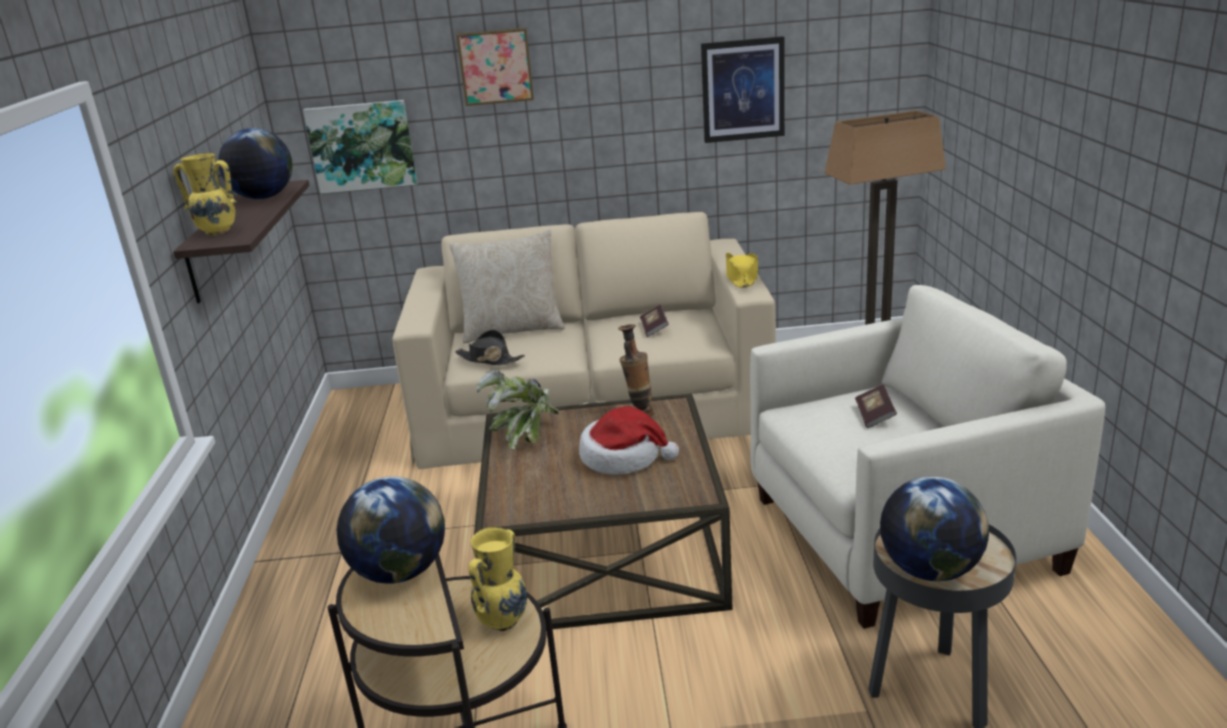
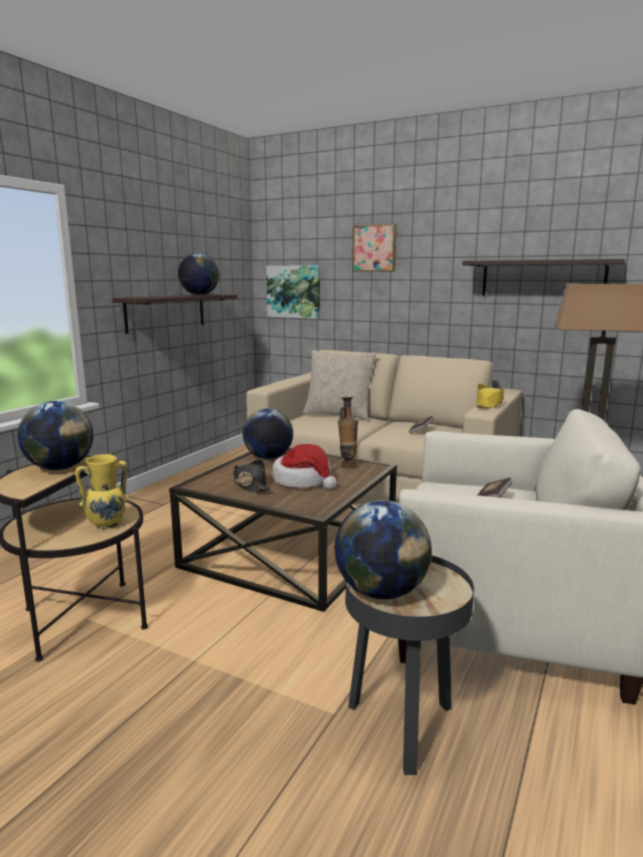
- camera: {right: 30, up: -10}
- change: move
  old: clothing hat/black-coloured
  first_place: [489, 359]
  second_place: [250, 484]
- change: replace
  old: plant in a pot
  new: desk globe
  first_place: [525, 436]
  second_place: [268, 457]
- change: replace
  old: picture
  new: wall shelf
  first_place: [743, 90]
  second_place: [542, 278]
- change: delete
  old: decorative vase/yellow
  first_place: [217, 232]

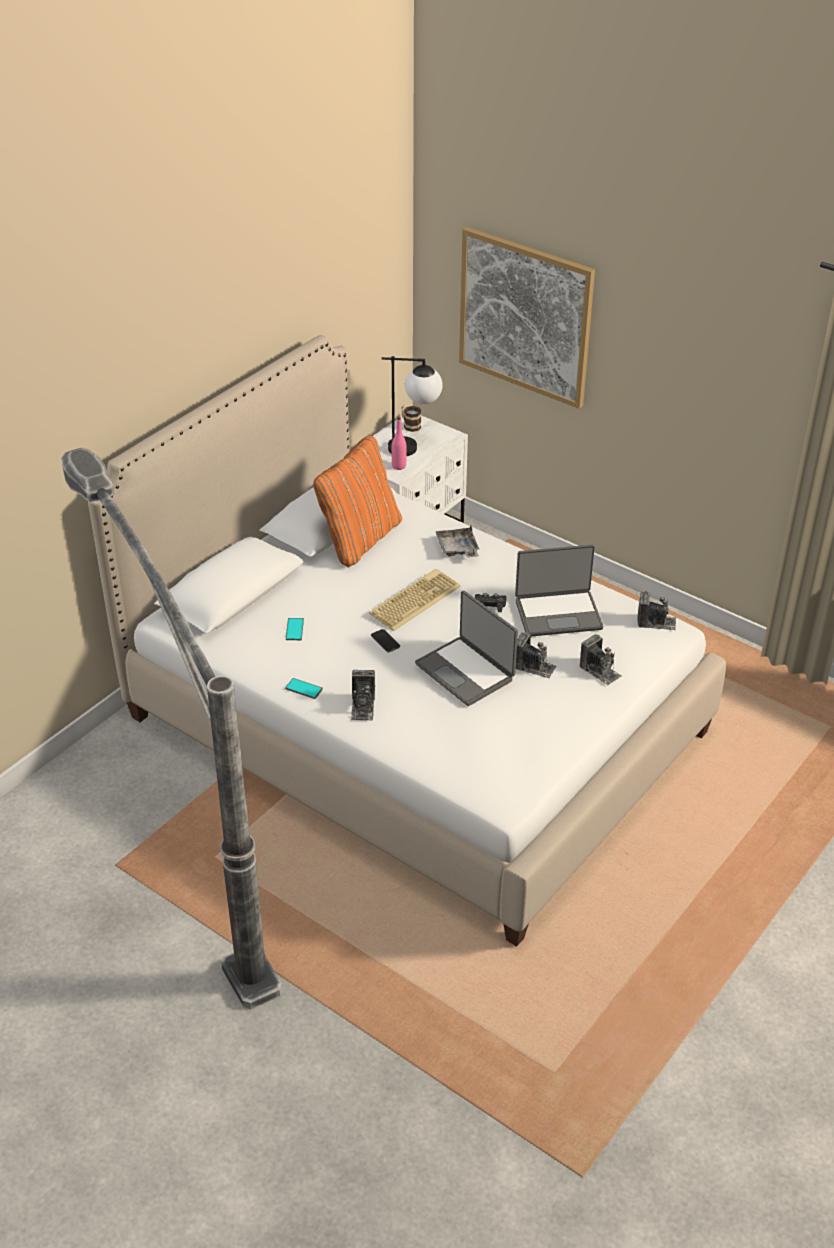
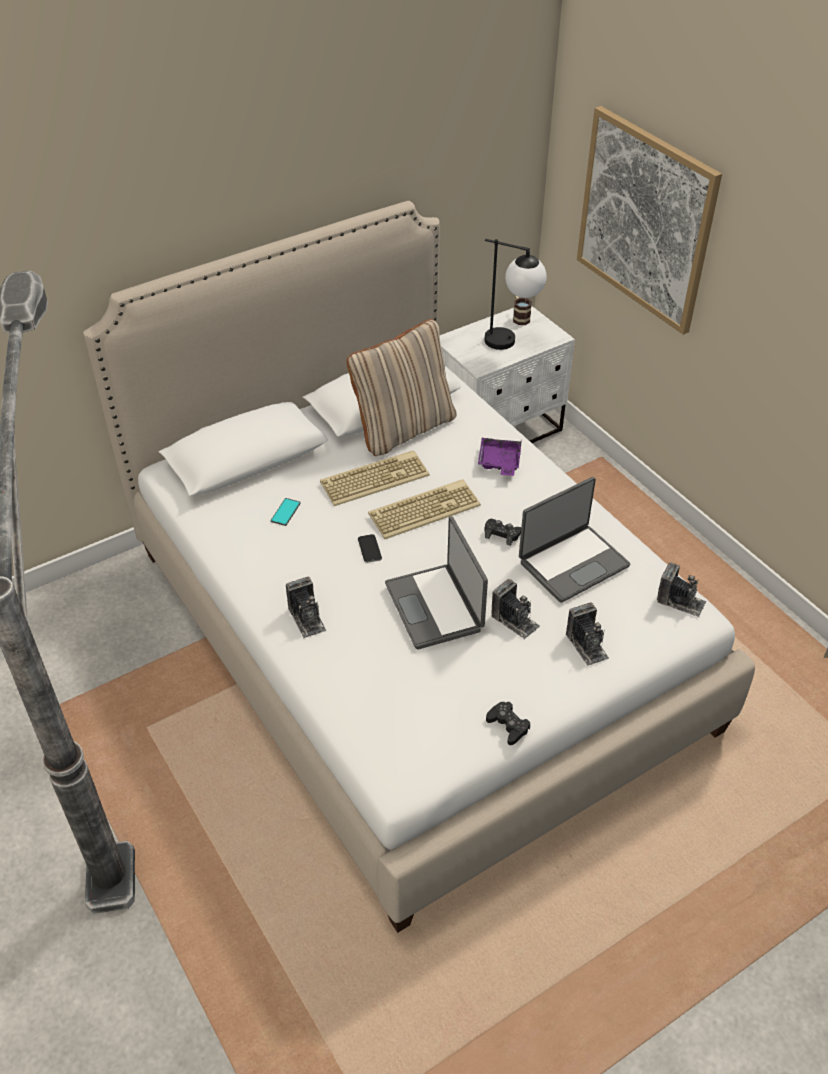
- camera: {right: 20, up: 5}
- change: rotate
  old: photo camera
  first_place: [363, 706]
  second_place: [307, 619]
  degrees: -45
- change: insert
  new: computer keyboard
  second_place: [375, 478]
- change: recolor
  old: pillow/orange-coloured
  new: pillow/beige-coloured
  first_place: [359, 539]
  second_place: [403, 428]
- change: recolor
  old: serving tray/grey
  new: serving tray/purplish
  first_place: [458, 549]
  second_place: [499, 462]
- change: insert
  new: gamepad/black-coloured
  second_place: [508, 726]
- change: rotate
  old: notebook computer
  first_place: [558, 613]
  second_place: [572, 563]
  degrees: -45
- change: delete
  old: telephone
  first_place: [304, 689]
- change: delete
  old: bottle/pink
  first_place: [399, 466]

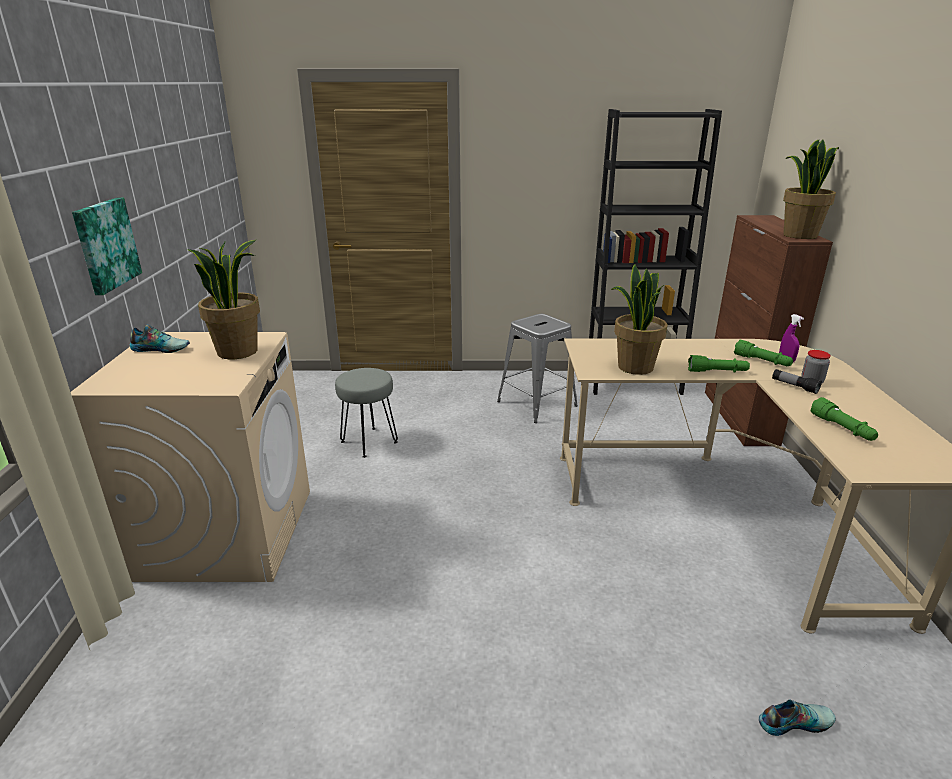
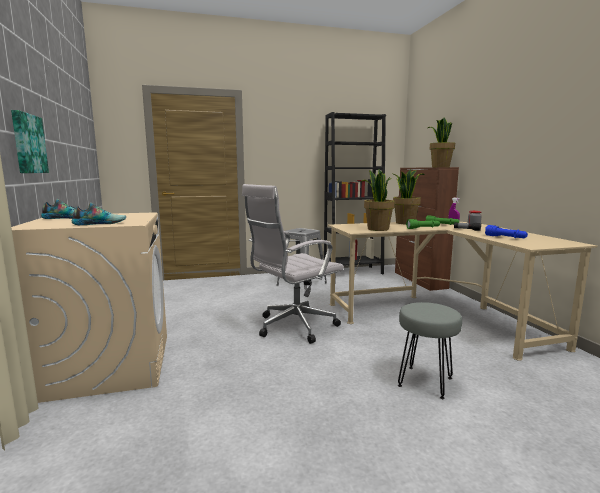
- camera: {right: -15, up: -15}
- change: move
  old: low shoe
  first_place: [793, 721]
  second_place: [100, 223]
- change: insert
  new: computer chair/whitish
  second_place: [293, 327]
- change: move
  old: plant in a pot
  first_place: [238, 351]
  second_place: [405, 223]
- change: move
  old: stool/grey
  first_place: [369, 441]
  second_place: [425, 381]
- change: recolor
  old: hand torch/green-coloured
  new: hand torch/blue-coloured
  first_place: [842, 428]
  second_place: [505, 238]

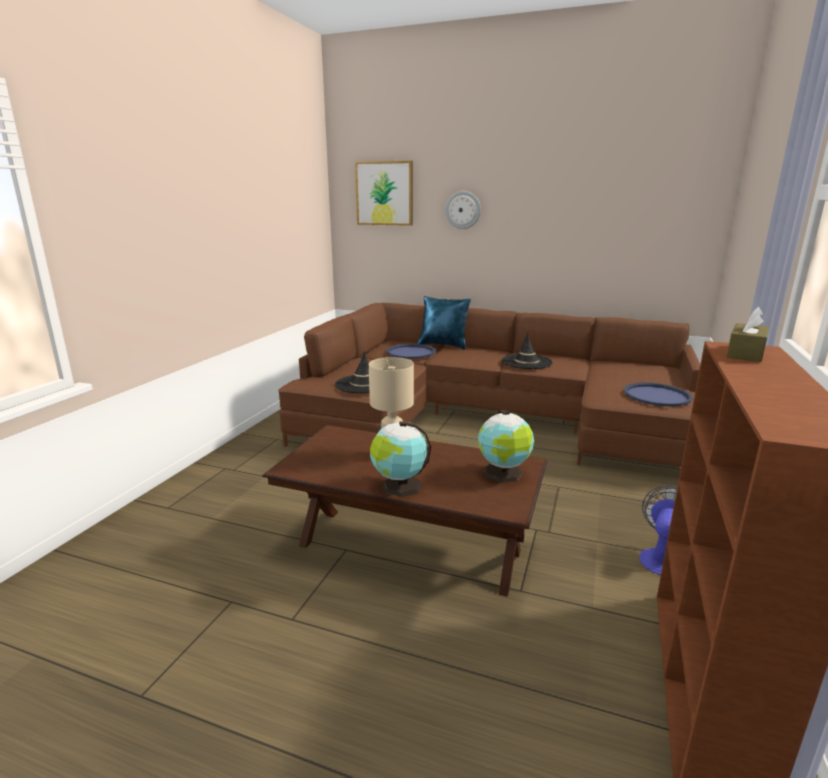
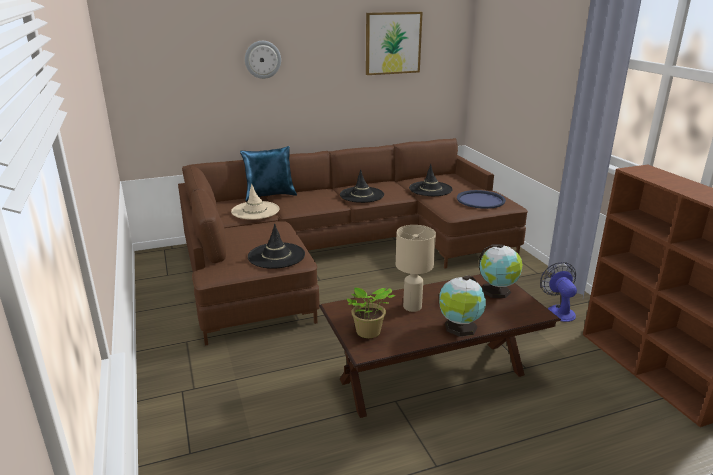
- camera: {right: -40, up: 5}
- change: replace
  old: serving tray/blue-coloured
  new: clothing hat/beige-coloured
  first_place: [410, 352]
  second_place: [255, 211]
- change: insert
  new: plant in a pot
  second_place: [368, 333]
- change: move
  old: picture
  first_place: [384, 193]
  second_place: [393, 43]
- change: insert
  new: clothing hat/black-coloured
  second_place: [430, 189]
- change: delete
  old: box of tissues/brown-coloured
  first_place: [745, 353]

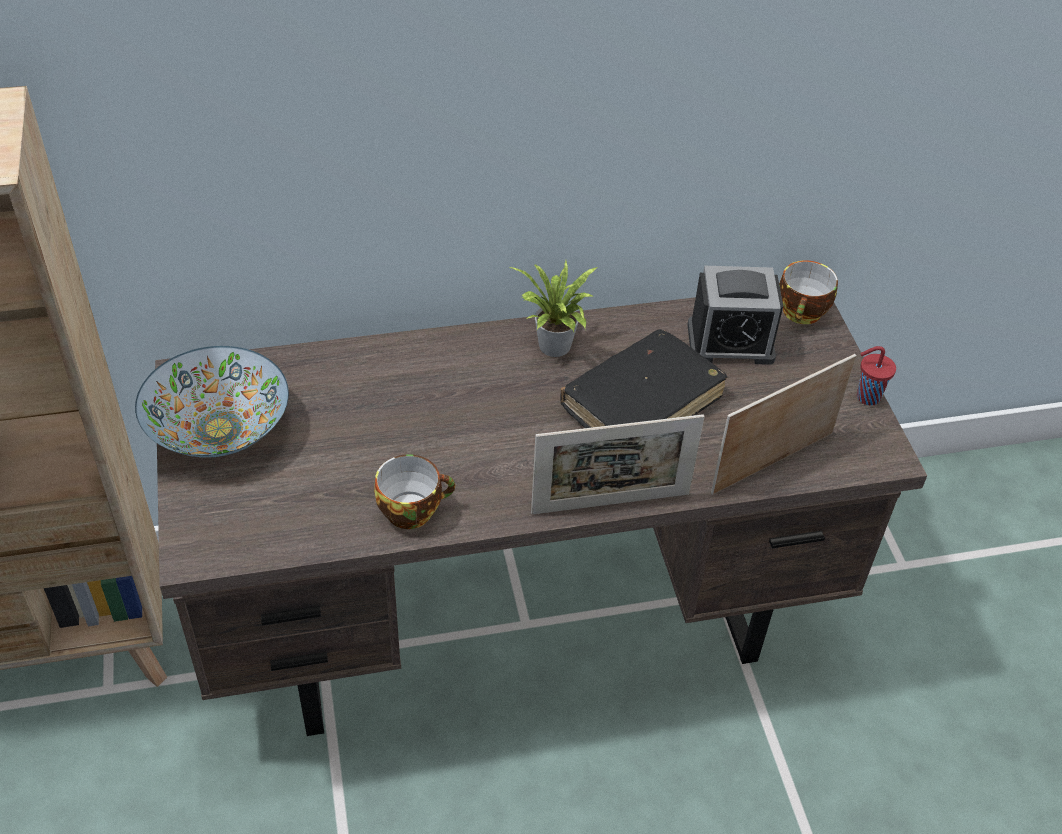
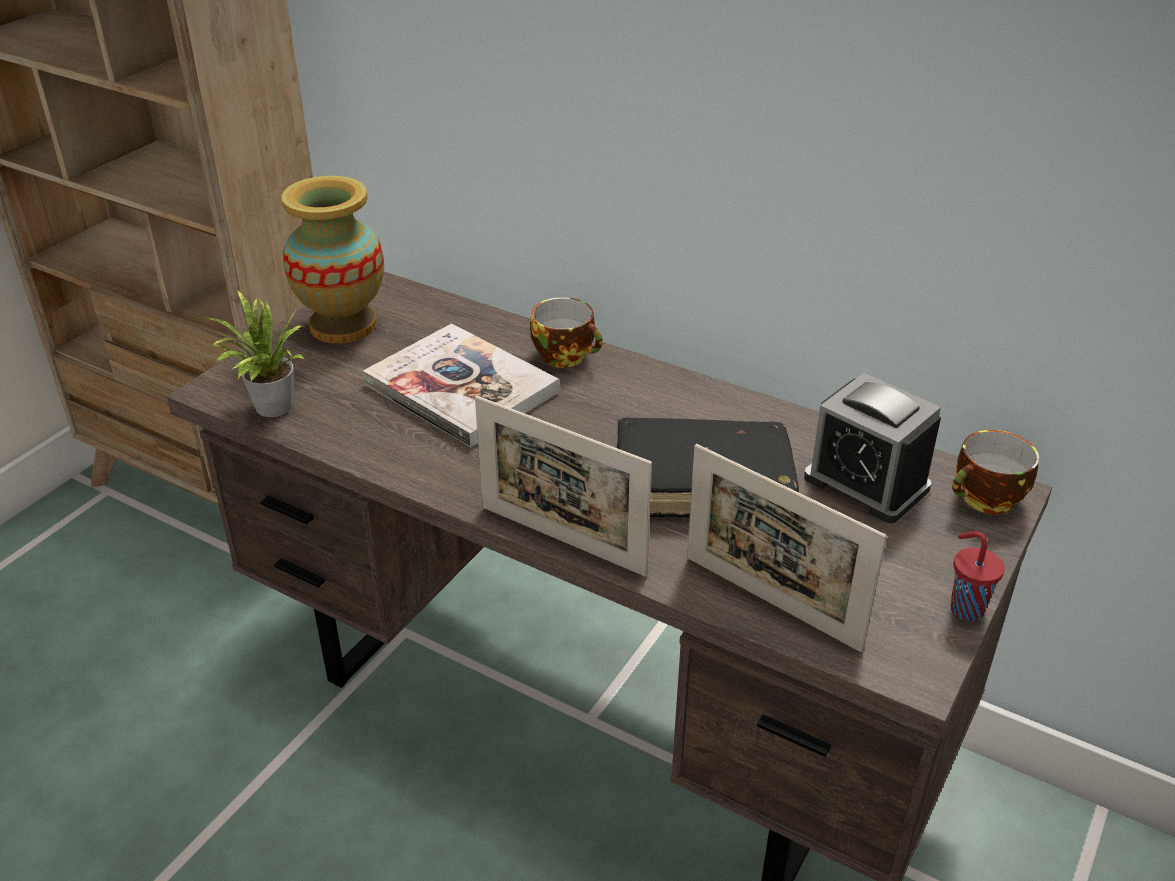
- camera: {right: 45, up: -10}
- change: move
  old: plant in a pot
  first_place: [554, 349]
  second_place: [269, 408]
- change: replace
  old: deep dish
  new: decorative vase
  first_place: [219, 429]
  second_place: [343, 326]
- change: insert
  new: book
  second_place: [461, 388]
- change: move
  old: small cup
  first_place: [412, 509]
  second_place: [567, 356]
- change: rotate
  old: picture frame
  first_place: [772, 462]
  second_place: [771, 602]
  degrees: -150

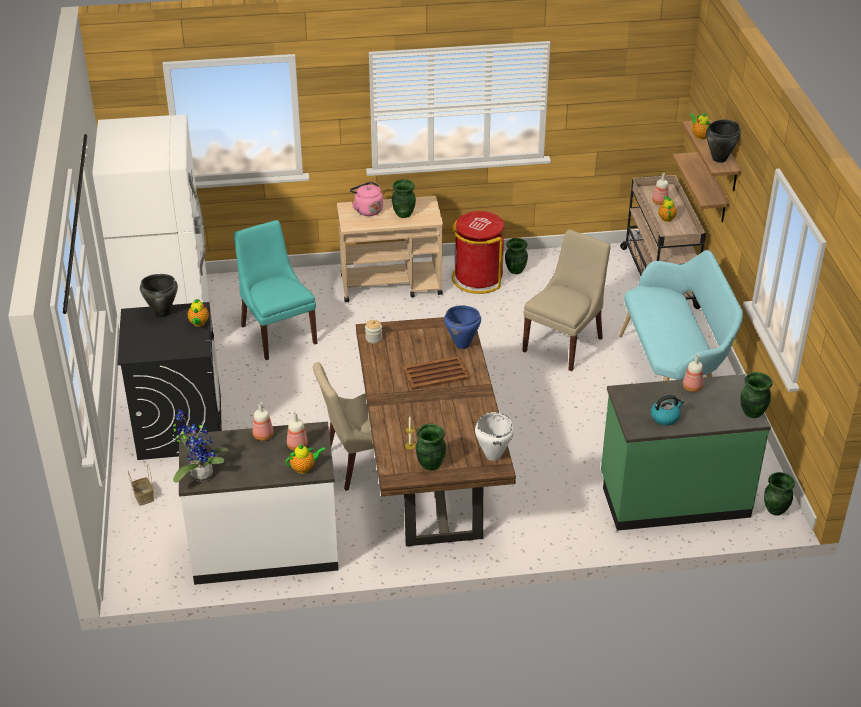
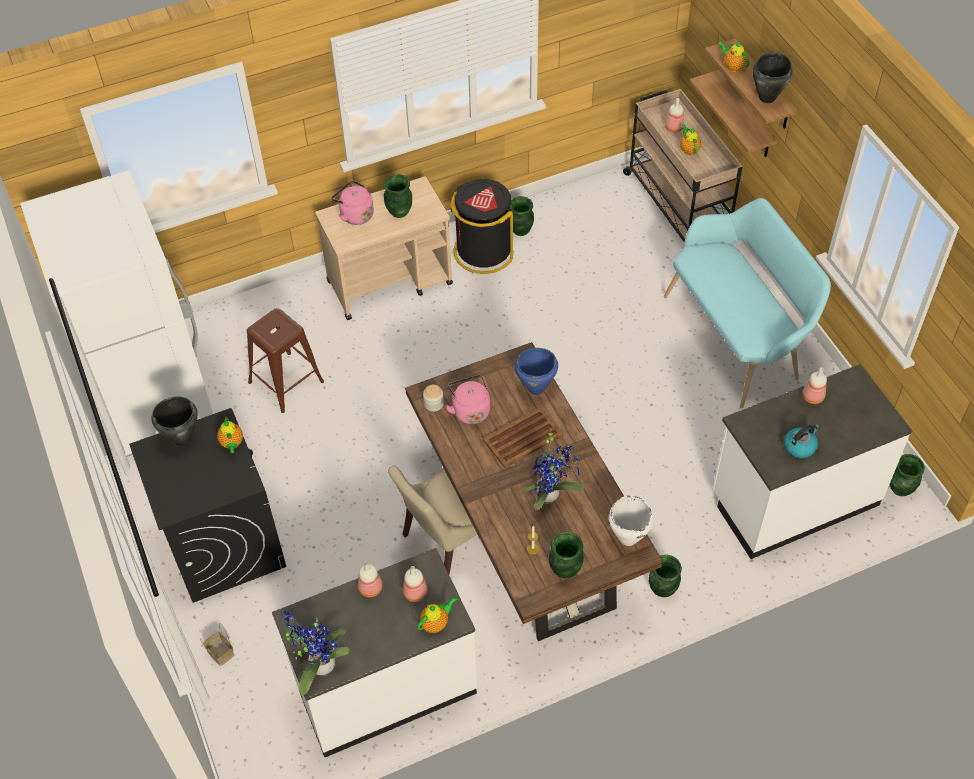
- camera: {right: -15, up: 15}
- change: replace
  old: upright chair/blue-green
  new: stool/brown-coloured
  first_place: [277, 333]
  second_place: [286, 382]
- change: insert
  new: kettle/pink
  second_place: [470, 410]
- change: recolor
  old: trash can/red-coloured
  new: trash can/black-coloured
  first_place: [477, 278]
  second_place: [483, 251]
- change: insert
  new: plant in a pot
  second_place: [550, 494]
- change: move
  old: decorative vase/green-coloured
  first_place: [752, 413]
  second_place: [662, 589]
- change: recolor
  old: counter/green-coloured
  new: counter/whitish
  first_place: [673, 497]
  second_place: [793, 499]
- change: delete
  old: upright chair/beige-coloured
  first_place: [564, 343]

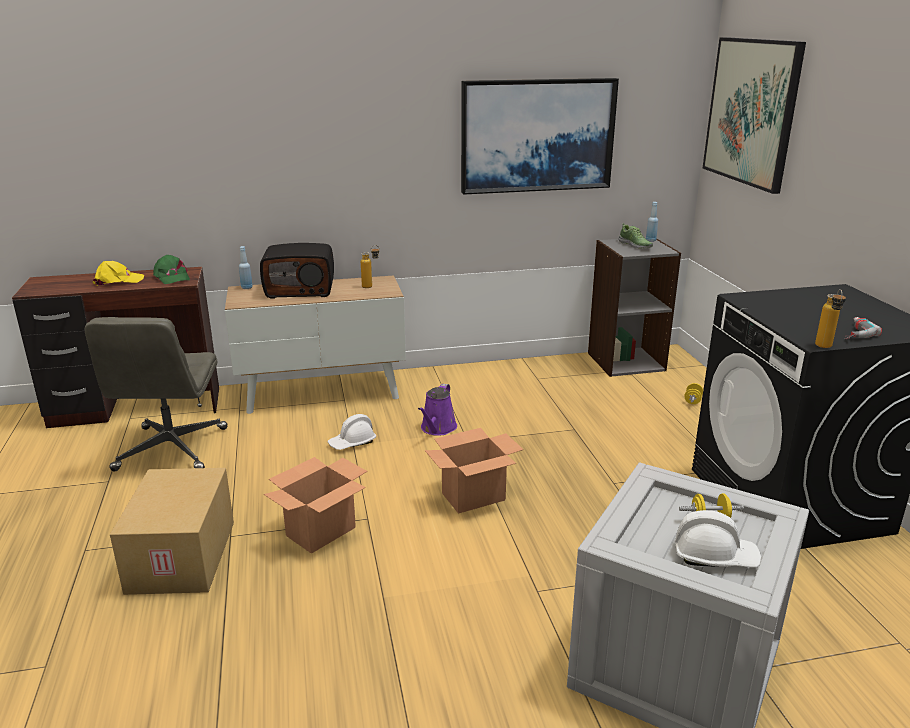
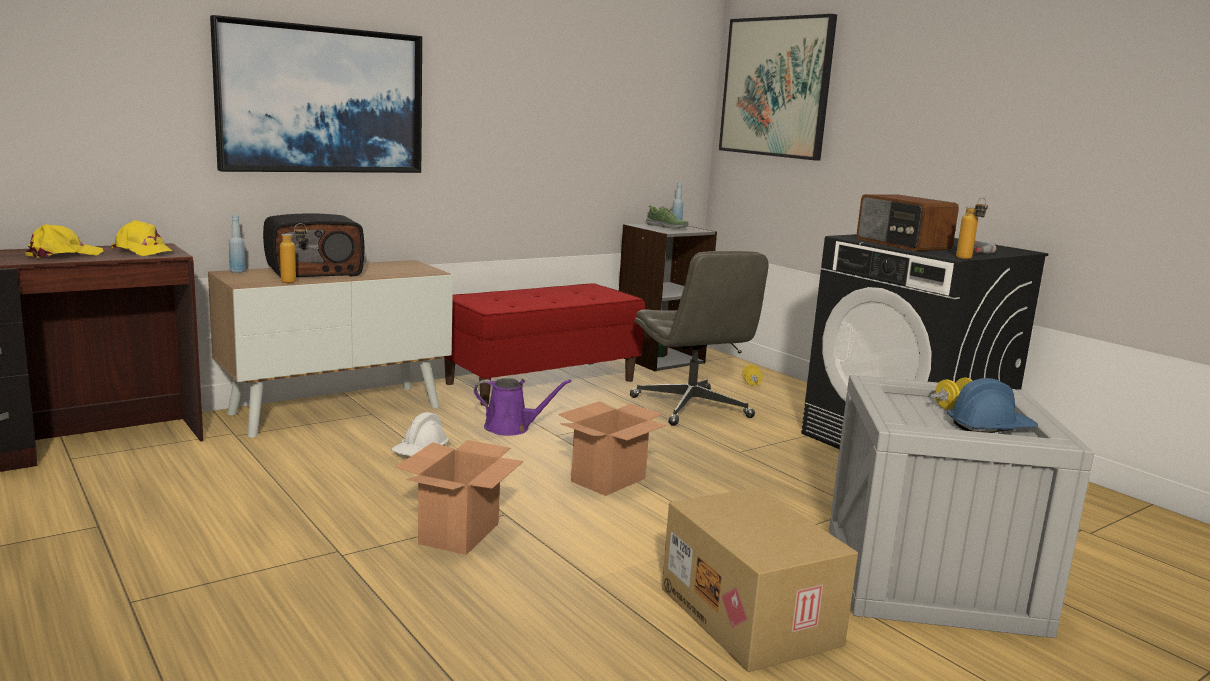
- camera: {right: -25, up: -10}
- change: recolor
  old: baseball cap/green-coloured
  new: baseball cap/yellow
  first_place: [171, 277]
  second_place: [143, 251]
- change: move
  old: picture
  first_place: [537, 135]
  second_place: [322, 100]
- change: move
  old: bottle
  first_place: [371, 286]
  second_place: [294, 281]
- change: insert
  new: long seat/red-coloured
  second_place: [541, 382]
- change: rotate
  old: watering pot/purplish
  first_place: [437, 428]
  second_place: [511, 428]
  degrees: -75
- change: move
  old: computer chair/grey
  first_place: [171, 450]
  second_place: [691, 408]
- change: move
  old: carton
  first_place: [183, 557]
  second_place: [752, 616]
- change: insert
  new: radio set
  second_place: [902, 244]
- change: recolor
  old: work helmet/whitish
  new: work helmet/blue-coloured
  first_place: [714, 556]
  second_place: [989, 428]

